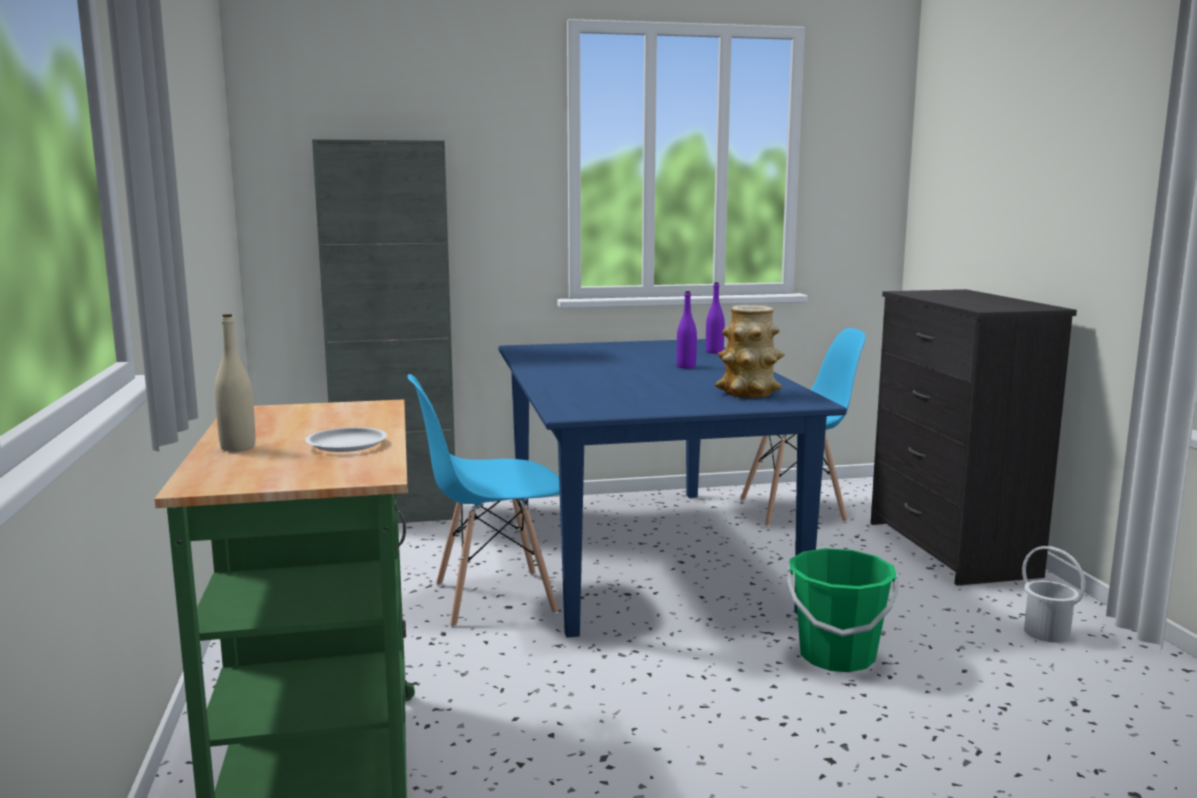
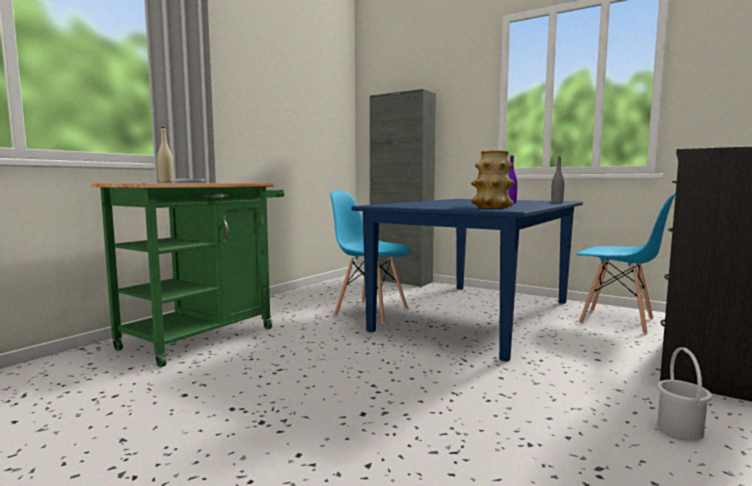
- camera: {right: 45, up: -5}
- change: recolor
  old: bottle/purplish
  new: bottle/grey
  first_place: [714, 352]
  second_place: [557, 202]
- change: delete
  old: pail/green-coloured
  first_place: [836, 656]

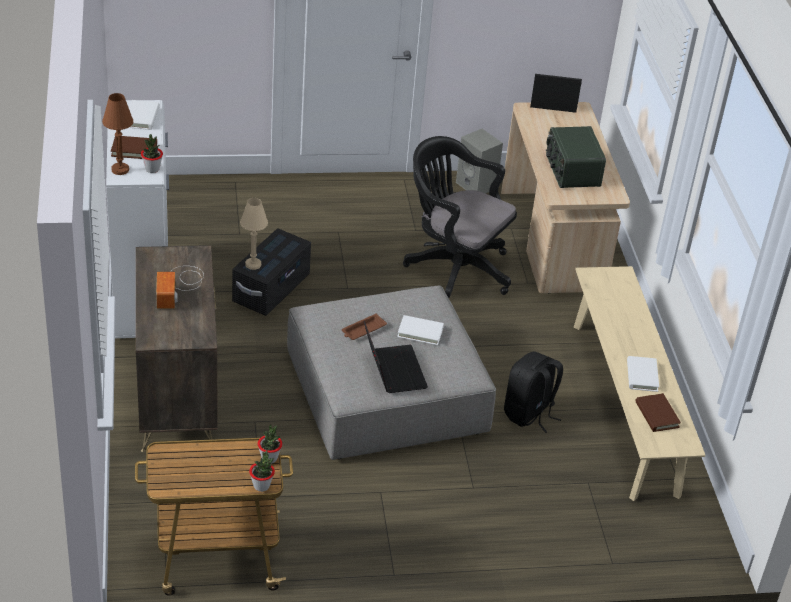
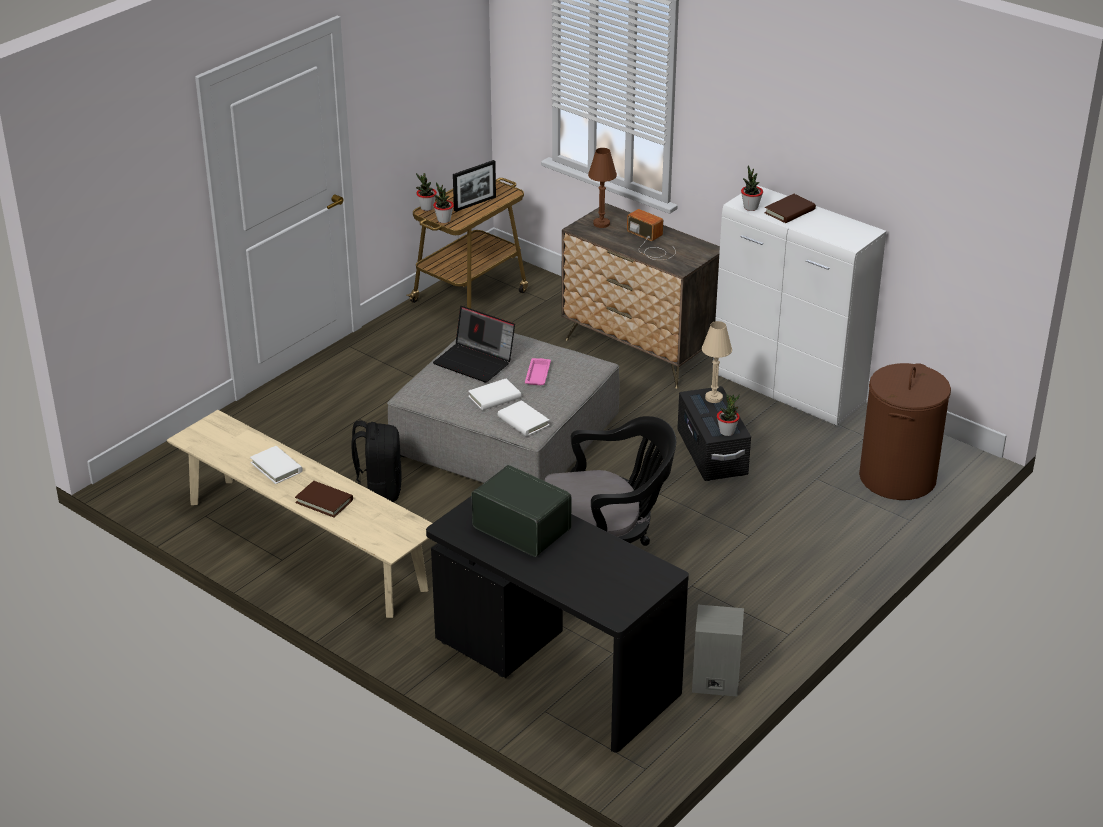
- camera: {right: 140, up: -5}
- change: move
  old: book/brown-coloured
  first_place: [657, 415]
  second_place: [324, 501]
- change: recolor
  old: desk/beige-coloured
  new: desk/black-coloured
  first_place: [554, 240]
  second_place: [554, 669]
- change: move
  old: picture frame
  first_place: [553, 109]
  second_place: [475, 204]
- change: move
  old: book/whitish
  first_place: [142, 117]
  second_place: [523, 421]
- change: recolor
  old: serving tray/brown-coloured
  new: serving tray/pink
  first_place: [363, 330]
  second_place: [538, 374]
- change: move
  old: tabletop lamp/brown-coloured
  first_place: [120, 170]
  second_place: [601, 224]
- change: insert
  new: plant in a pot
  second_place: [727, 432]
- change: insert
  new: hamper/brown-coloured
  second_place: [897, 478]

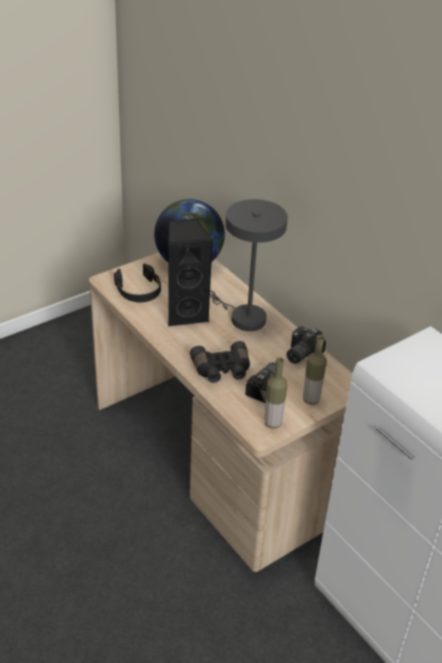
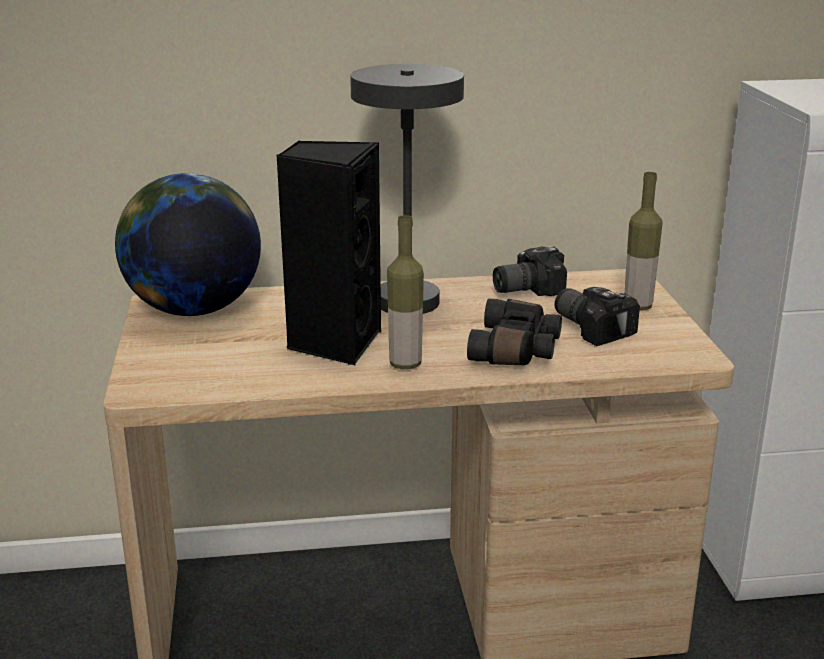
- camera: {right: -60, up: -15}
- change: move
  old: bottle
  first_place: [272, 423]
  second_place: [405, 364]
- change: rotate
  old: photo camera
  first_place: [300, 353]
  second_place: [524, 289]
  degrees: 90
- change: delete
  old: headset/black-coloured
  first_place: [139, 290]

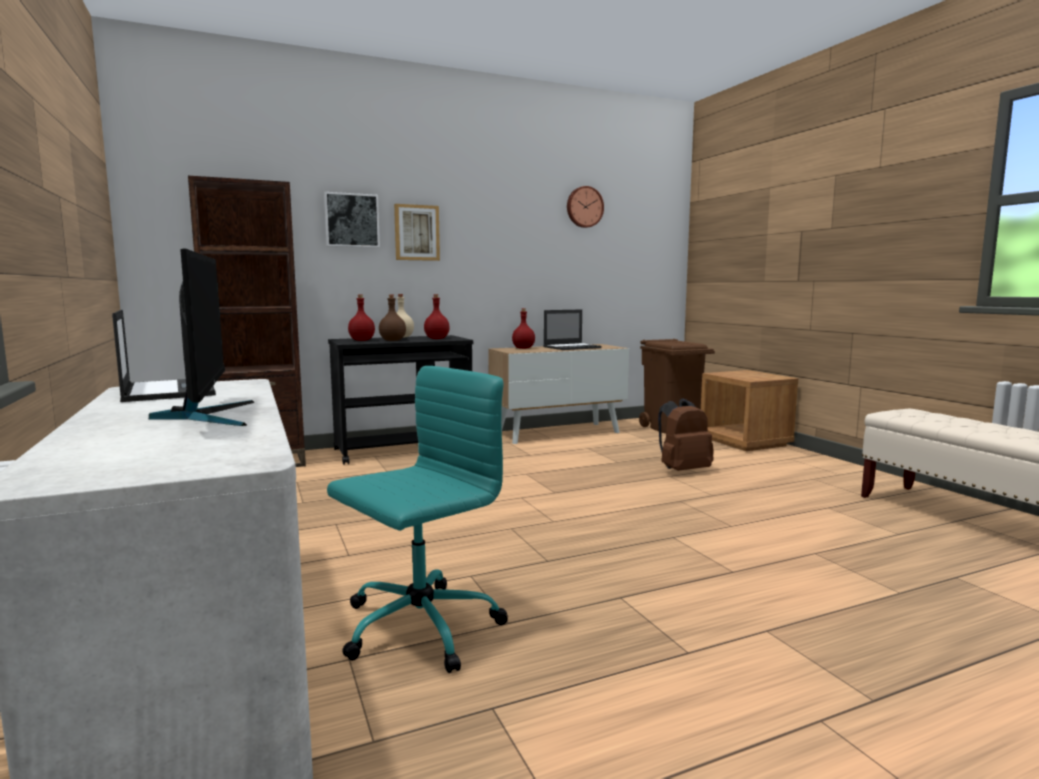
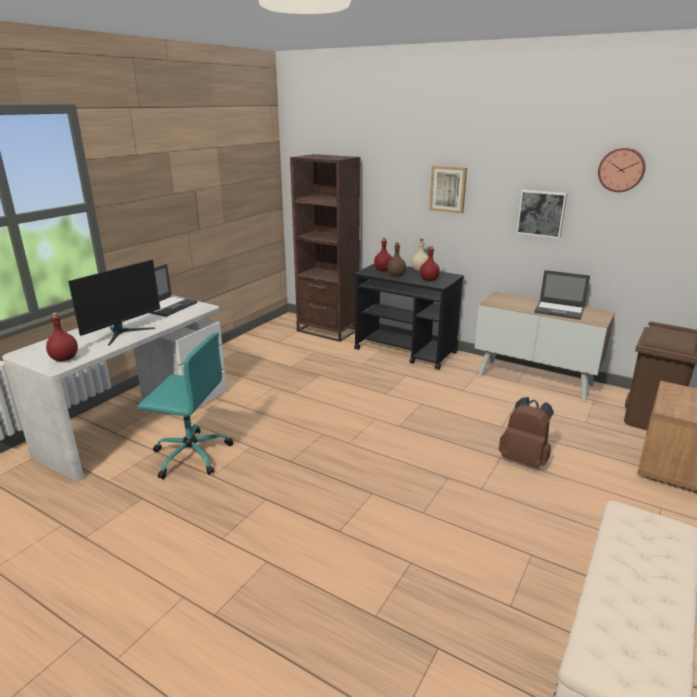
- camera: {right: 55, up: 15}
- change: move
  old: bottle/red-coloured
  first_place: [523, 348]
  second_place: [65, 359]
- change: move
  old: picture
  first_place: [351, 220]
  second_place: [541, 213]

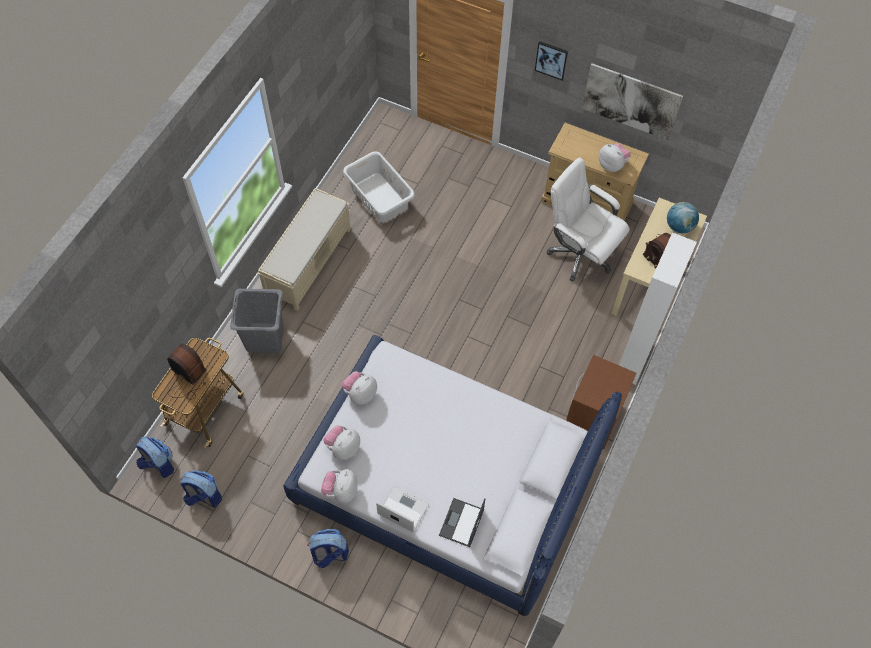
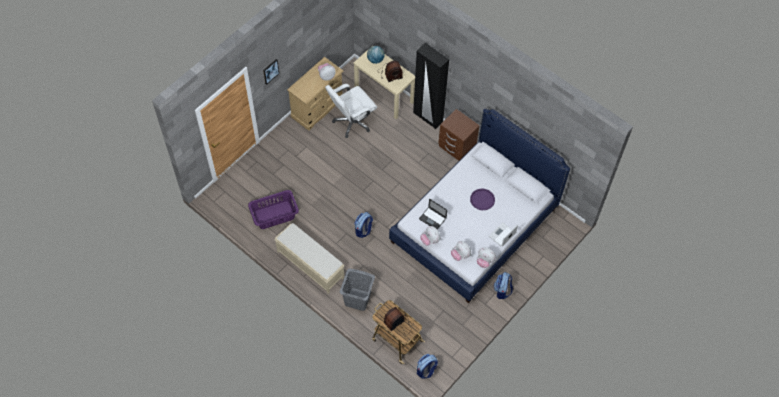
- camera: {right: -75, up: 0}
- change: recolor
  old: hamper/whitish
  new: hamper/purplish
  first_place: [379, 197]
  second_place: [274, 215]
- change: move
  old: knapsack
  first_place: [204, 496]
  second_place: [363, 230]
- change: recolor
  old: wardrobe/whitish
  new: wardrobe/black-coloured
  first_place: [634, 359]
  second_place: [427, 117]
- change: move
  old: notebook computer
  first_place: [461, 523]
  second_place: [433, 218]
- change: insert
  new: serving tray/purplish
  second_place: [482, 199]
- change: delete
  old: picture
  first_place: [631, 101]

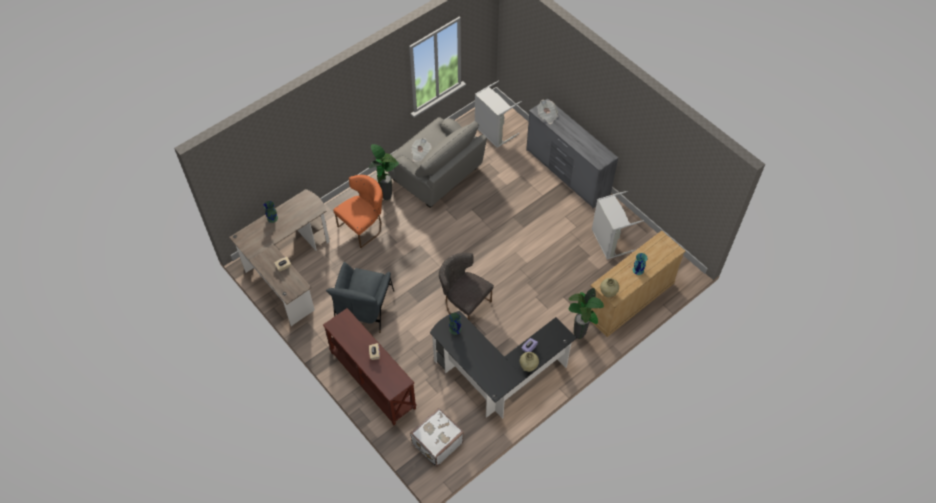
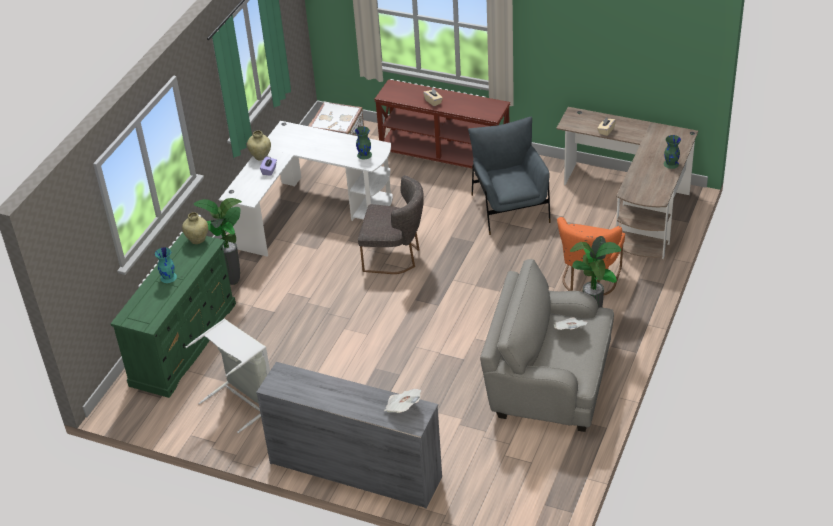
- camera: {right: 155, up: -15}
- change: recolor
  old: chest of drawers/beige-coloured
  new: chest of drawers/green-coloured
  first_place: [629, 300]
  second_place: [184, 343]
- change: recolor
  old: desk/black-coloured
  new: desk/whitish
  first_place: [497, 377]
  second_place: [309, 210]
- change: delete
  old: hamper/grey
  first_place: [493, 132]

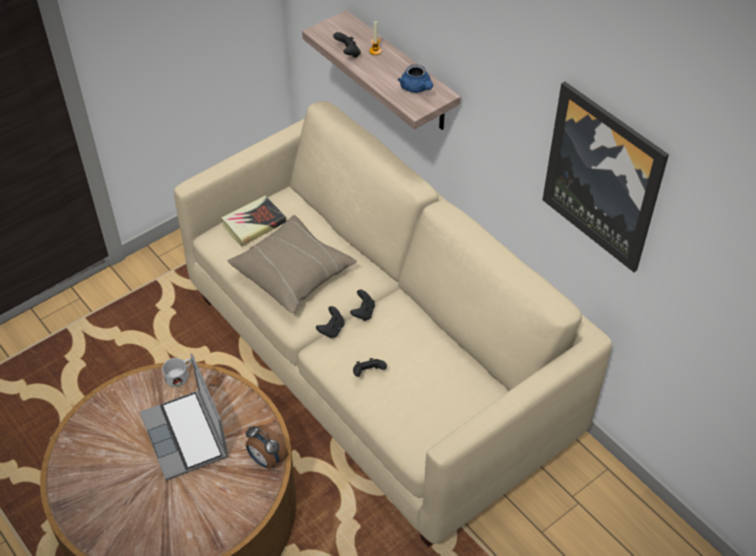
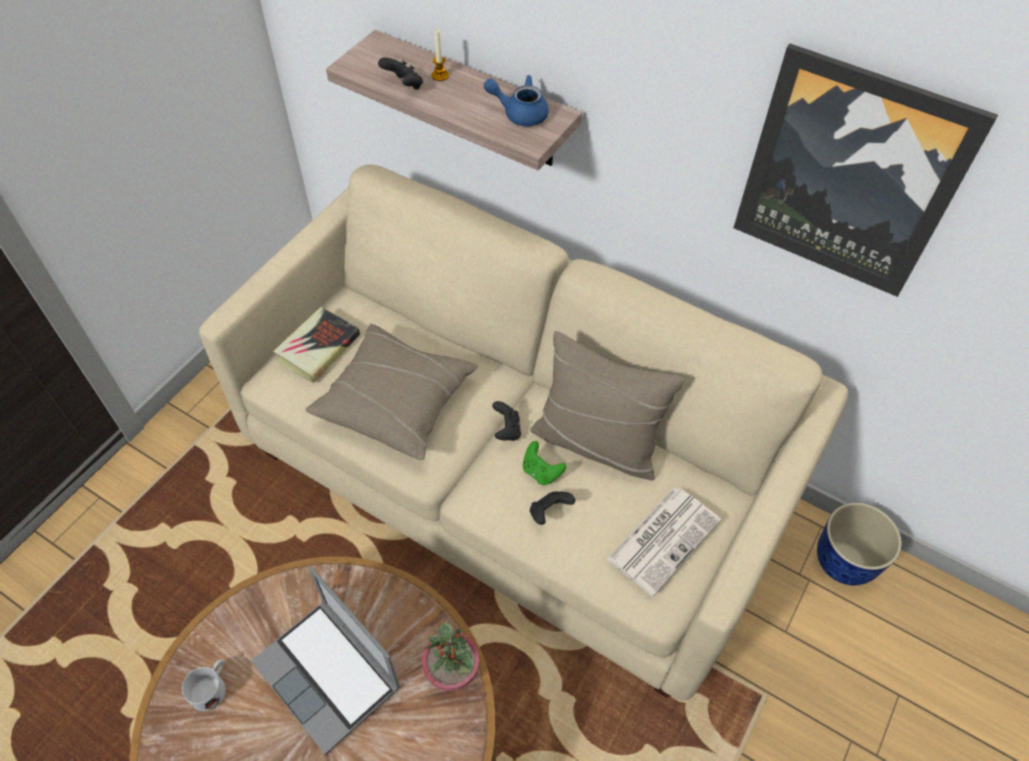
- camera: {right: -20, up: 5}
- change: move
  old: mug/whitish
  first_place: [180, 375]
  second_place: [212, 687]
- change: replace
  old: table clock
  new: plant in a pot
  first_place: [266, 460]
  second_place: [453, 673]
- change: rotate
  old: tea pot/blue-coloured
  first_place: [416, 88]
  second_place: [519, 113]
  degrees: 150
- change: insert
  new: gamepad/green-coloured
  second_place: [541, 472]
- change: insert
  new: pillow/beige-coloured
  second_place: [597, 442]
- change: insert
  new: printed paper
  second_place: [664, 538]
- change: insert
  new: flower pot
  second_place: [844, 562]
- change: delete
  old: gamepad/black-coloured
  first_place: [331, 330]

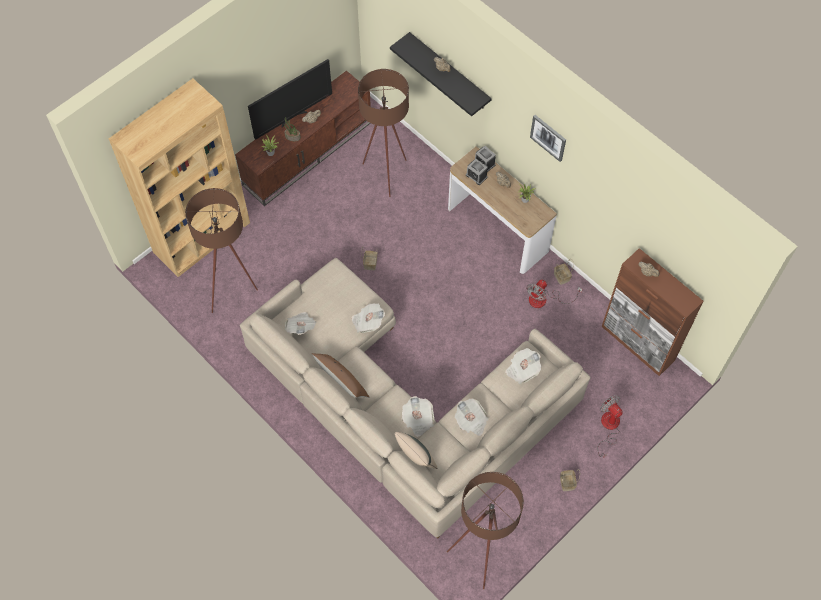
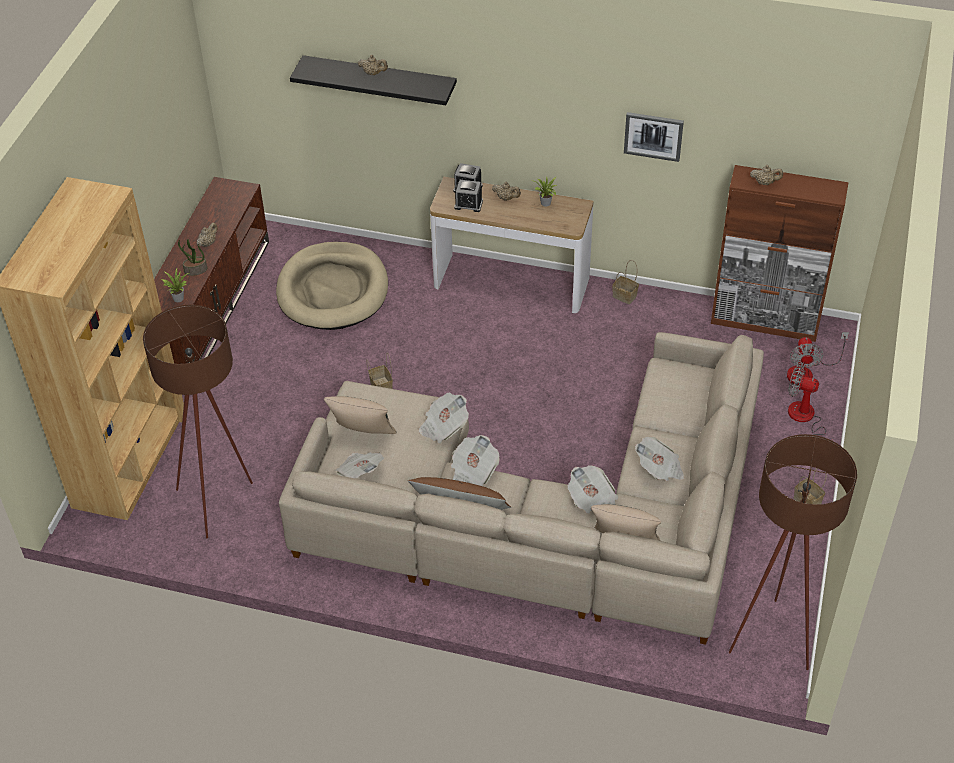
- camera: {right: -30, up: -15}
- change: replace
  old: standard lamp/brown-coloured
  new: dog cushion/beige-coloured
  first_place: [386, 178]
  second_place: [333, 290]
- change: insert
  new: pillow/beige-coloured
  second_place: [362, 436]
- change: move
  old: printed paper
  first_place: [522, 370]
  second_place: [472, 472]
- change: move
  old: picture
  first_place: [548, 137]
  second_place: [653, 136]
- change: move
  old: electric fan
  first_place: [544, 299]
  second_place: [807, 372]
- change: delete
  old: TV set
  first_place: [293, 117]

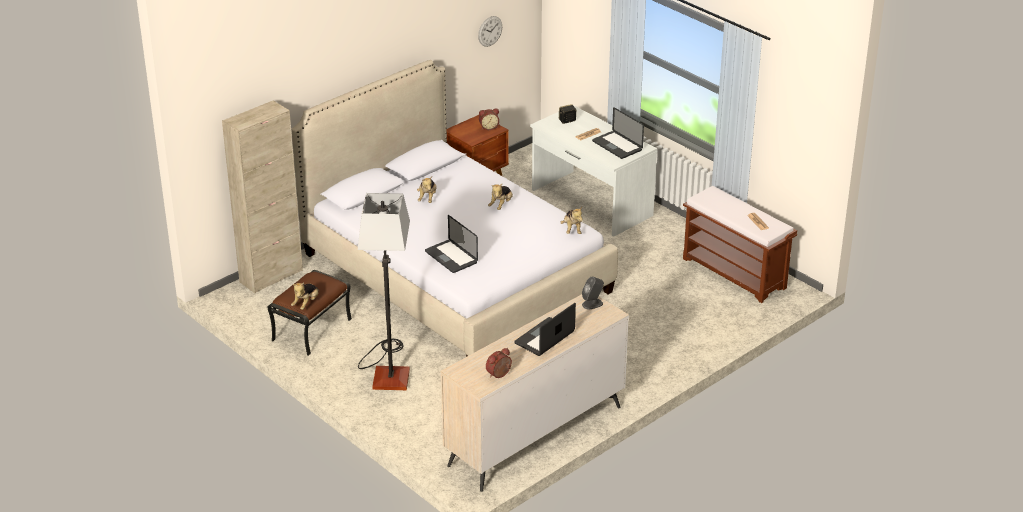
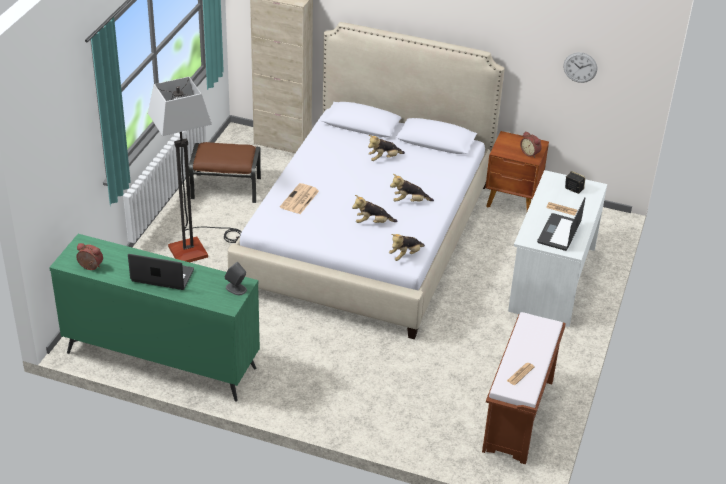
- camera: {right: 60, up: 5}
- change: recolor
  old: chest of drawers/beige-coloured
  new: chest of drawers/green-coloured
  first_place: [534, 436]
  second_place: [161, 359]
- change: replace
  old: notebook computer
  new: printed paper
  first_place: [451, 257]
  second_place: [299, 199]
- change: move
  old: soft toy
  first_place: [306, 303]
  second_place: [372, 223]

